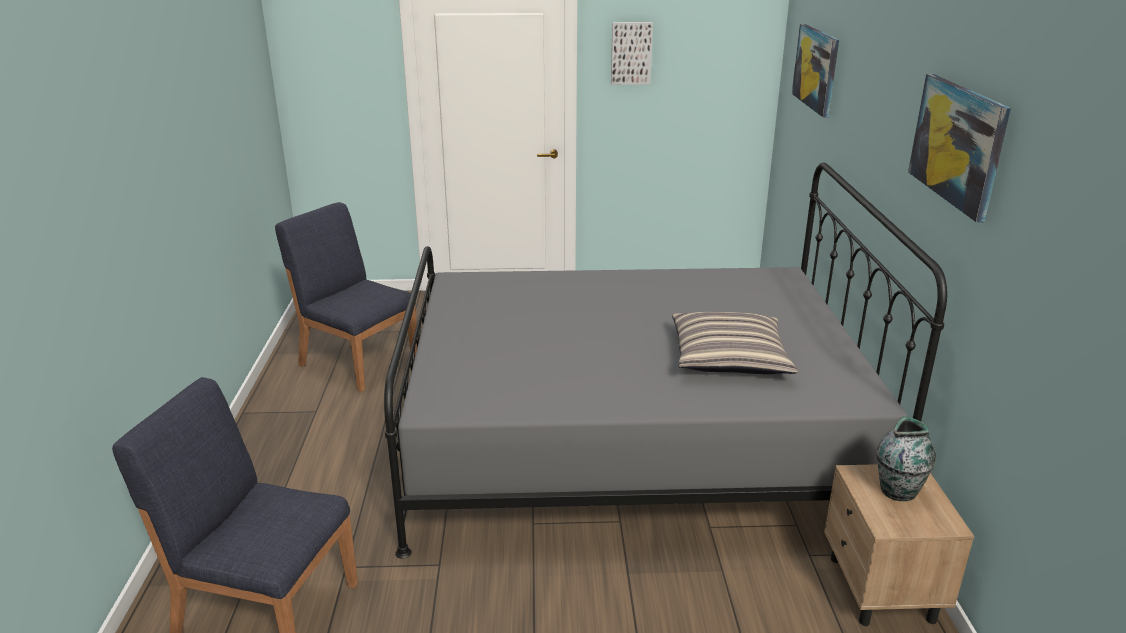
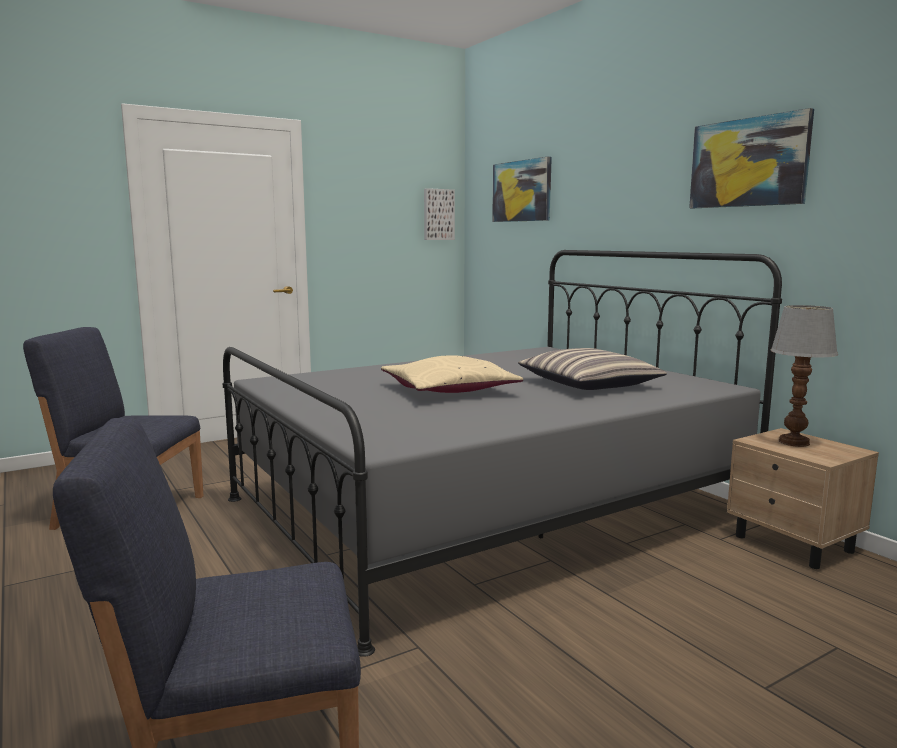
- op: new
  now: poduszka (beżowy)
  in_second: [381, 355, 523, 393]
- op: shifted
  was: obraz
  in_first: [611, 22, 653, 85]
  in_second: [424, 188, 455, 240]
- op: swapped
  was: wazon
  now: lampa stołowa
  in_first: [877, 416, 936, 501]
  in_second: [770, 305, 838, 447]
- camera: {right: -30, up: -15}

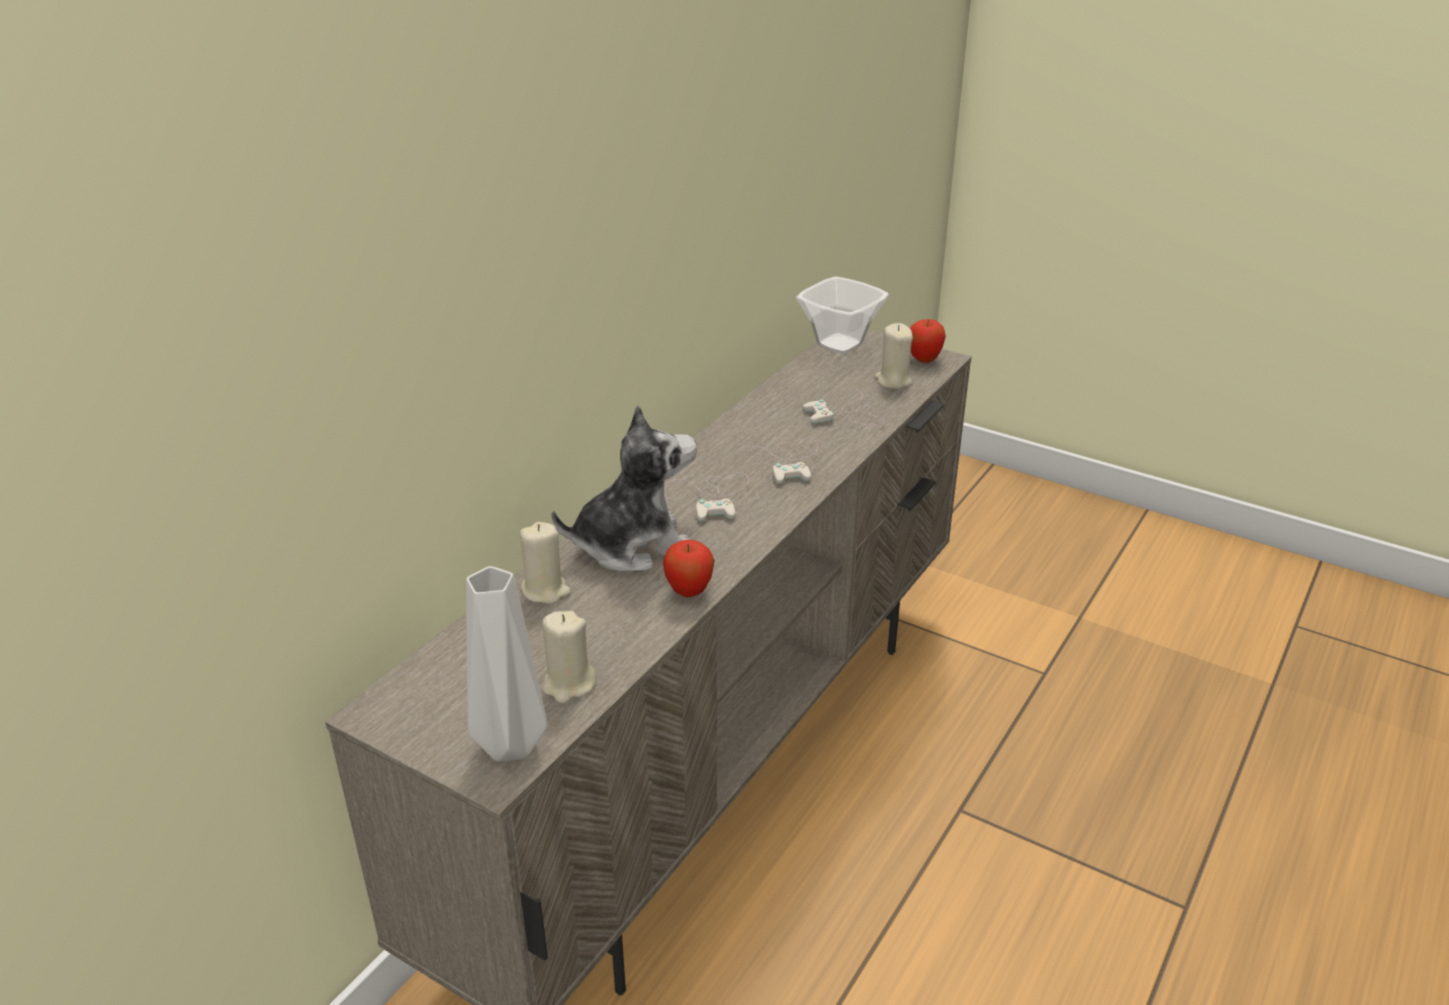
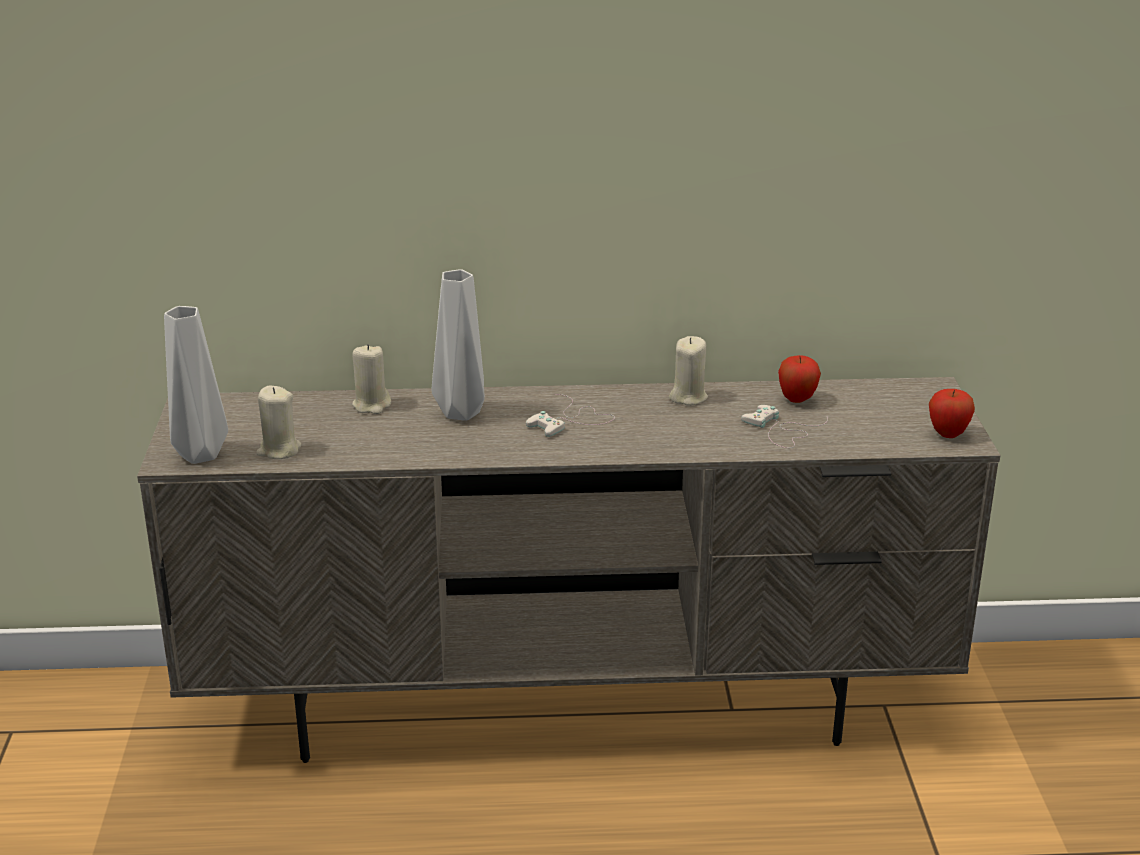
- op: gone
  was: pad do gier (biały)
  in_first: [738, 438, 818, 484]
- op: gone
  was: miska
  in_first: [796, 277, 889, 354]
- op: shifted
  was: jabłko
  in_first: [663, 540, 715, 597]
  in_second: [778, 355, 821, 403]
- op: shifted
  was: świeca (beżowy)
  in_first: [875, 323, 913, 389]
  in_second: [669, 336, 708, 406]
- op: swapped
  was: pluszak
  now: wazon (szary)
  in_first: [551, 405, 697, 572]
  in_second: [432, 269, 485, 421]
- camera: {right: 55, up: -5}

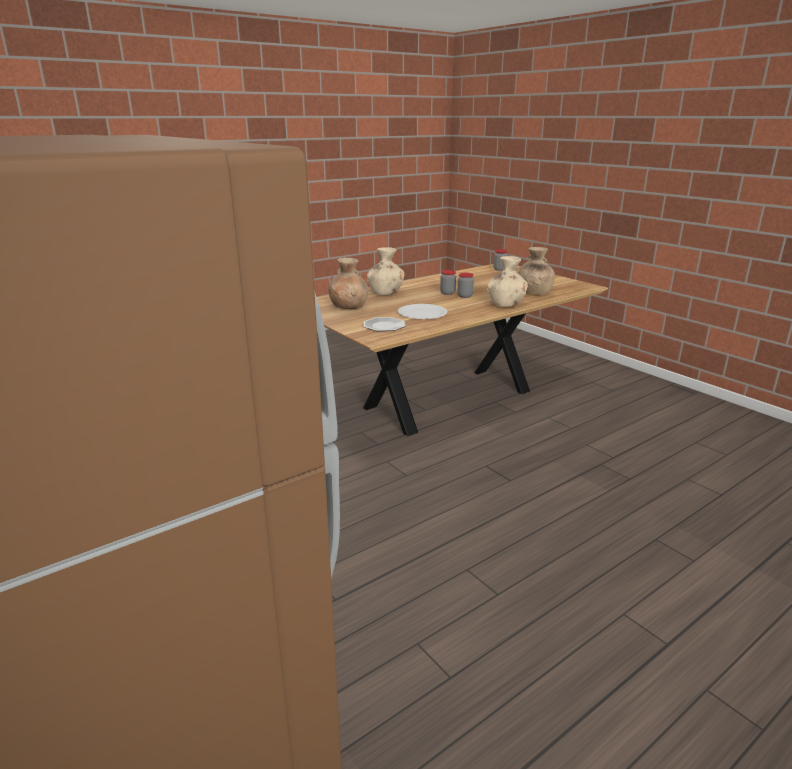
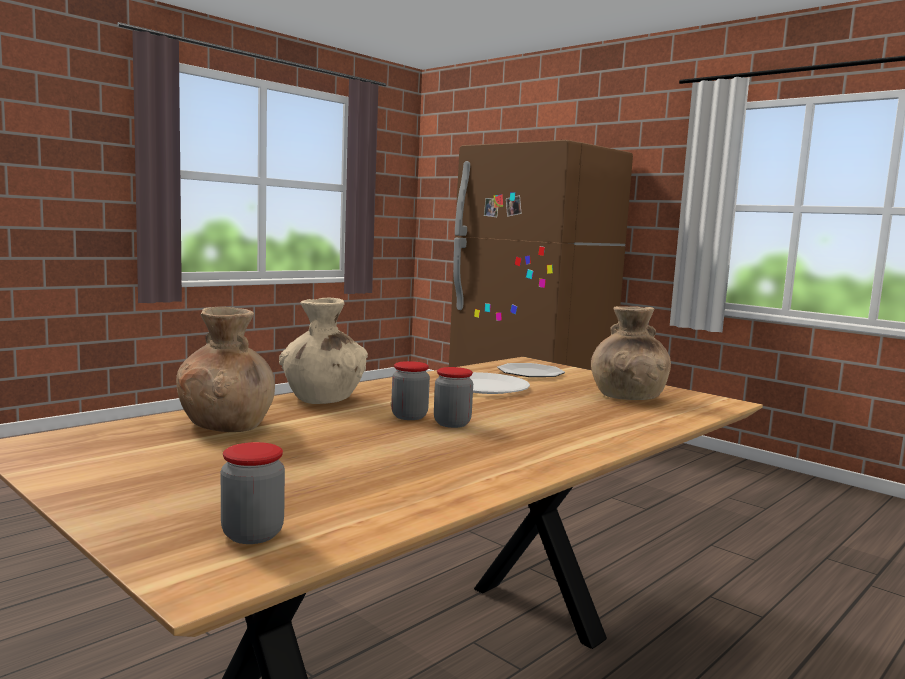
- op: gone
  was: wazon (beżowy)
  in_first: [367, 247, 405, 295]
- camera: {right: 170, up: -15}

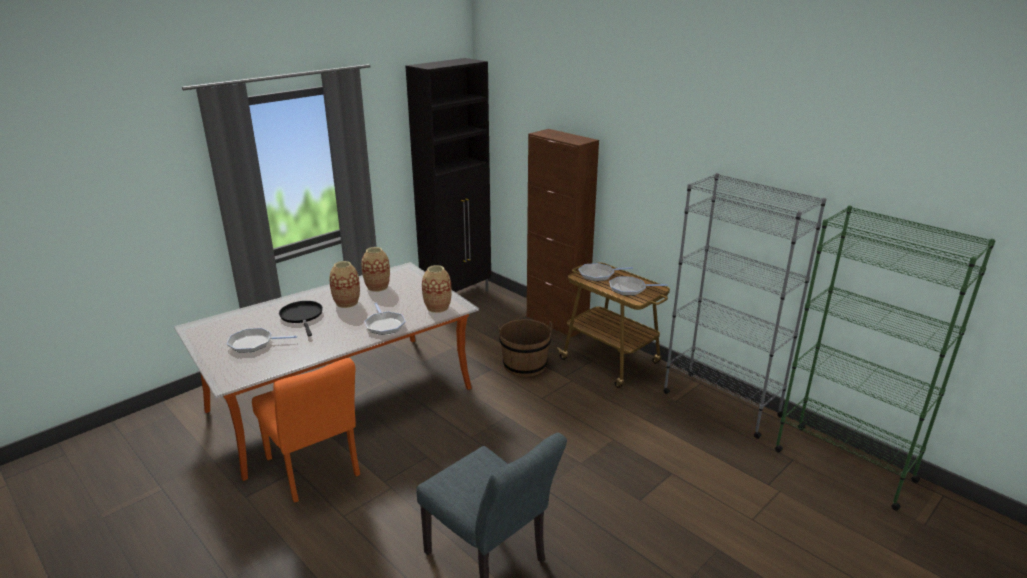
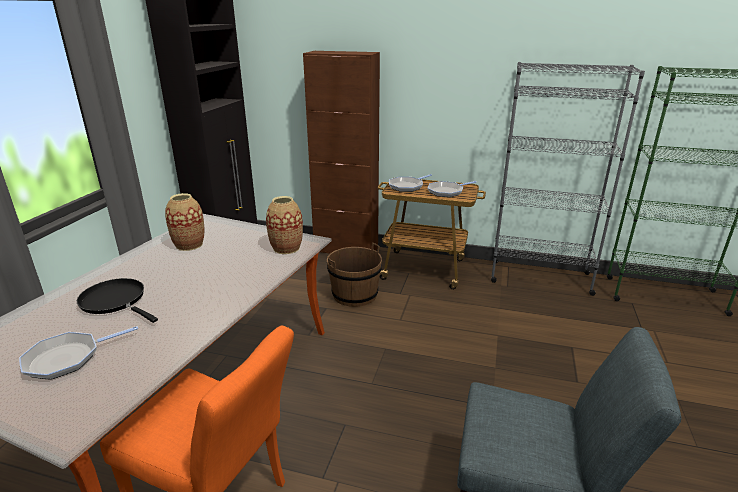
- op: gone
  was: wazon
  in_first: [329, 261, 360, 308]
- op: gone
  was: patelnia
  in_first: [364, 303, 406, 335]
- camera: {right: -30, up: 0}

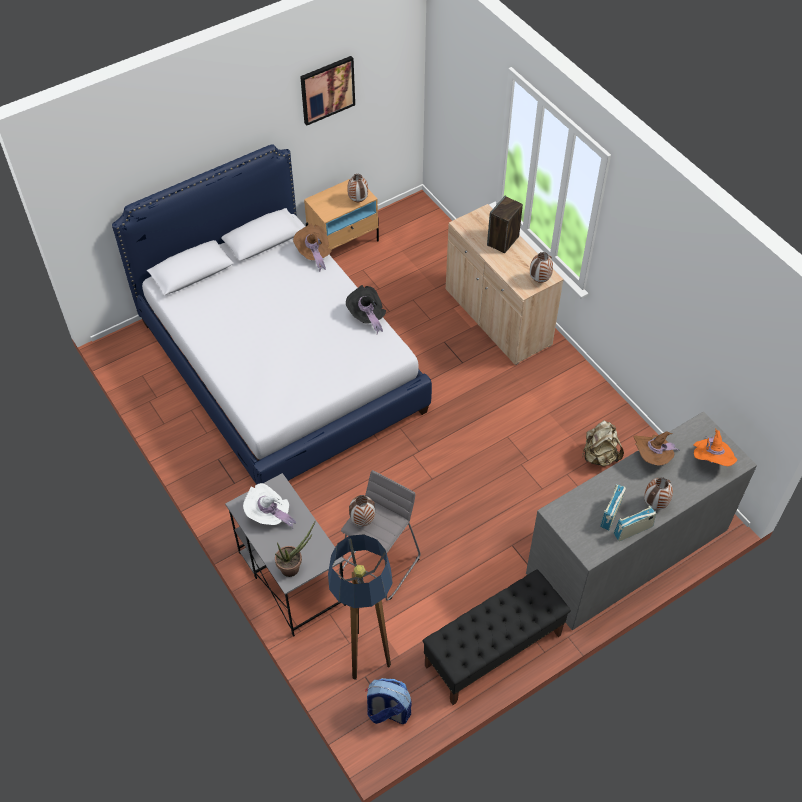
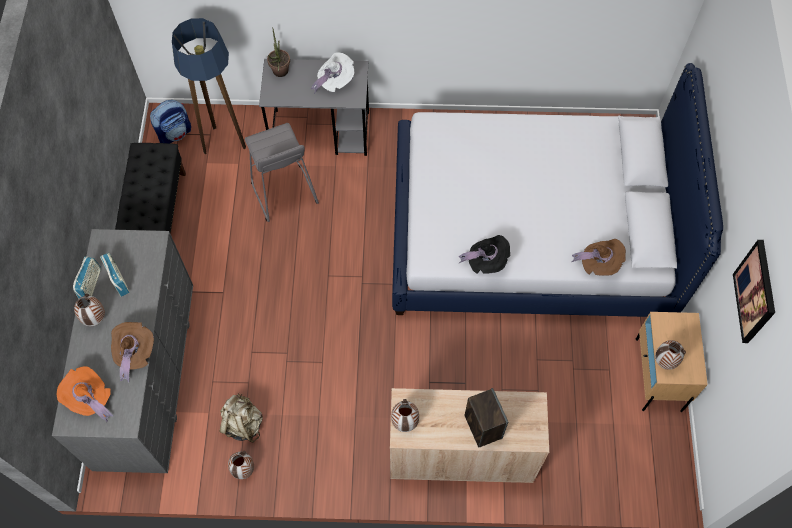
- op: shifted
  was: wazon
  in_first: [349, 495, 375, 526]
  in_second: [228, 451, 254, 479]
- camera: {right: 125, up: 10}

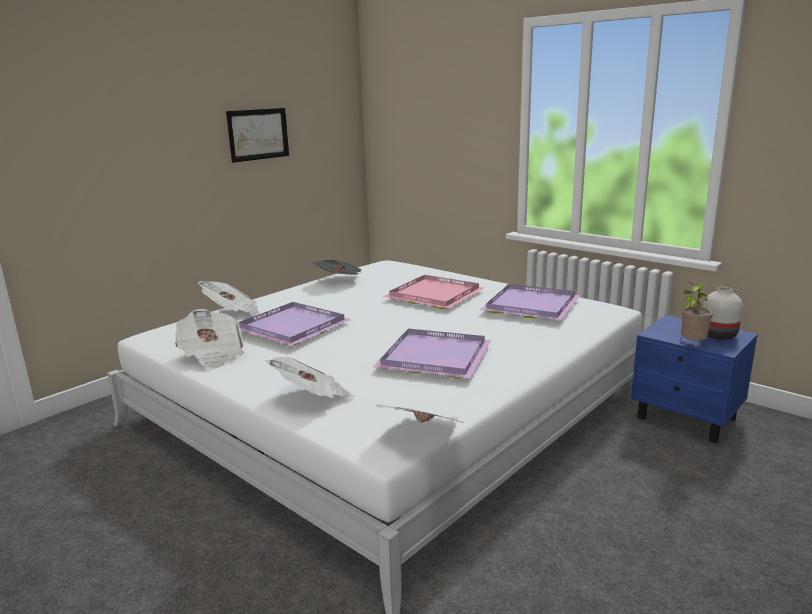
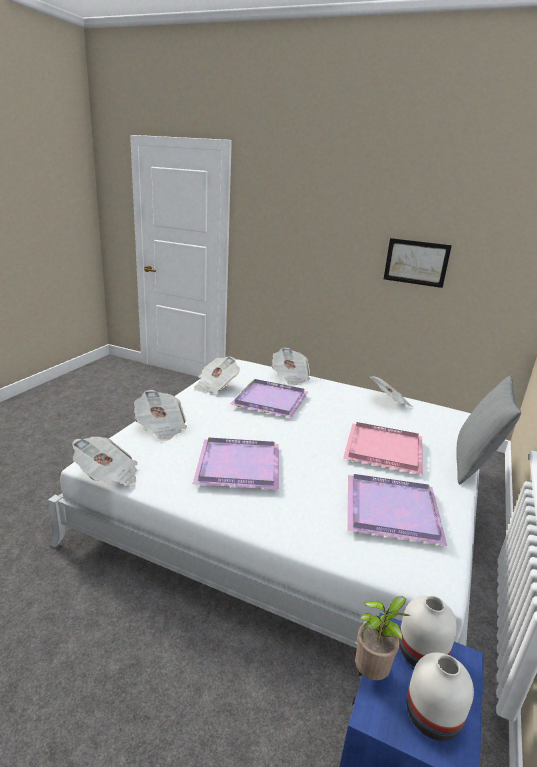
- op: new
  now: wazon (biały)
  in_second: [399, 596, 457, 667]
- op: new
  now: poduszka (szary)
  in_second: [456, 376, 521, 484]
- camera: {right: 70, up: 5}

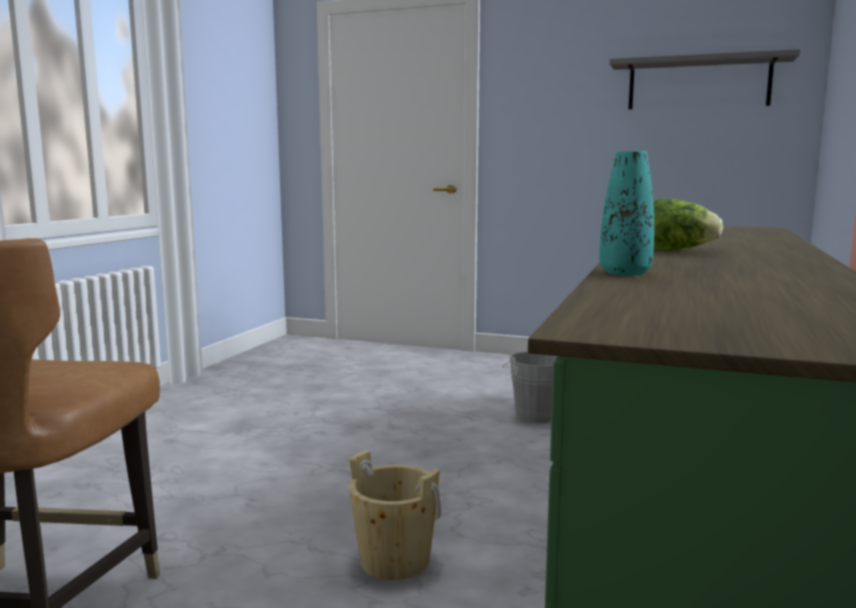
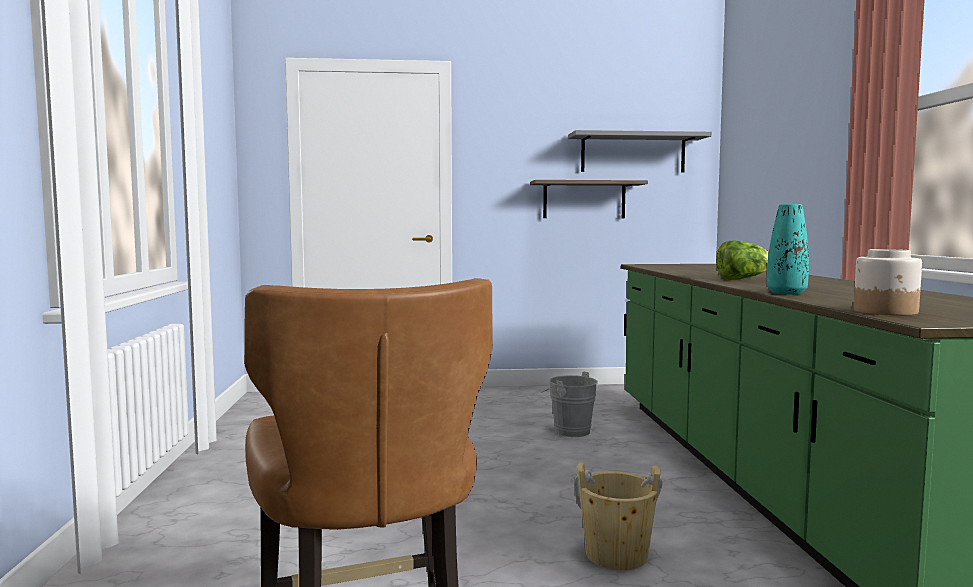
- op: new
  now: półka
  in_second: [530, 180, 648, 218]
- op: new
  now: słoik
  in_second: [854, 249, 922, 315]
- camera: {right: -25, up: -5}

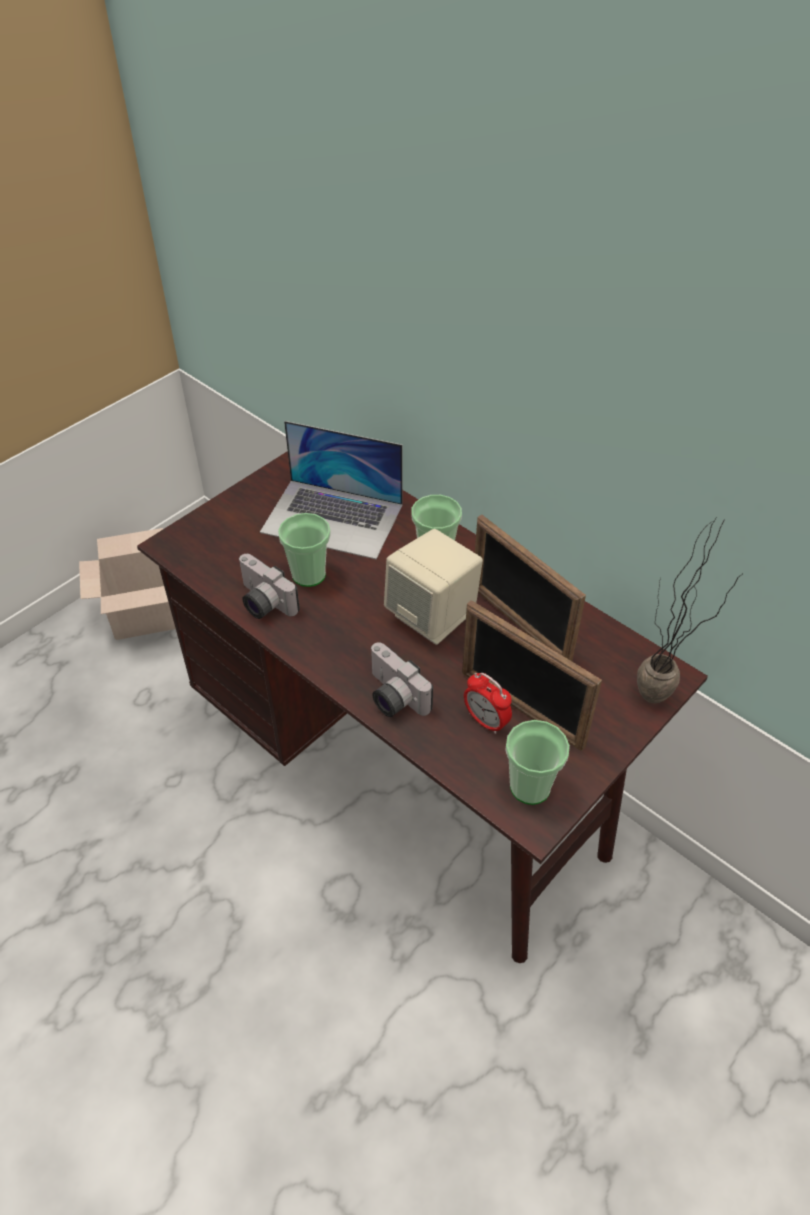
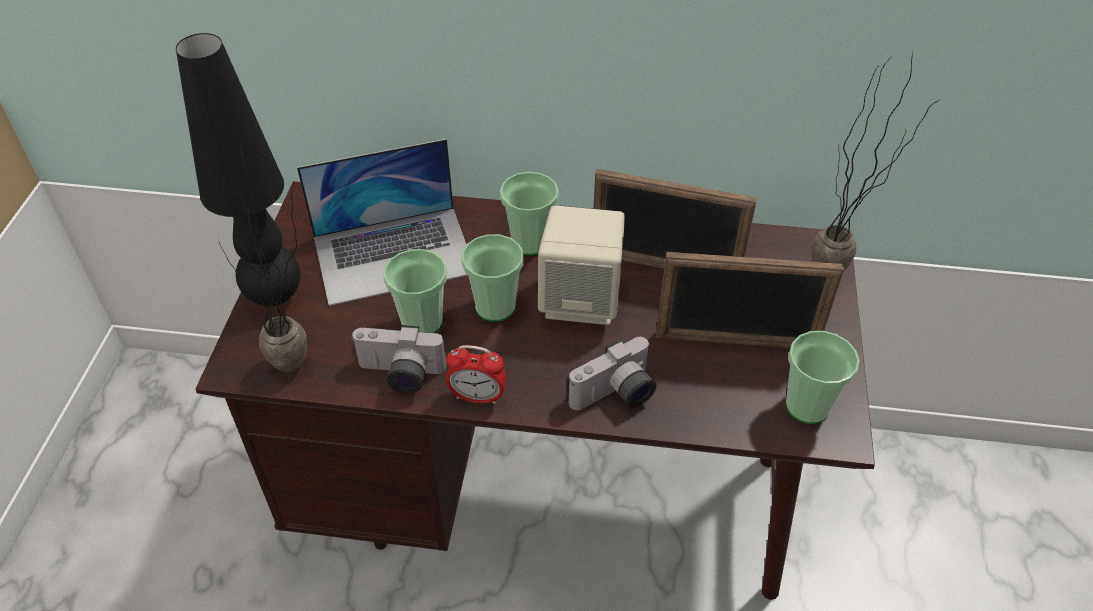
- op: gone
  was: karton
  in_first: [79, 528, 176, 640]
- op: new
  now: lampa stołowa (czarny)
  in_second: [176, 33, 301, 307]
- op: new
  now: roślina doniczkowa
  in_second: [218, 145, 307, 372]
- op: new
  now: filiżanka
  in_second: [461, 234, 523, 322]
- op: shifted
  was: budzik
  in_first: [464, 673, 512, 734]
  in_second: [445, 345, 506, 404]
- op: rotated
  was: aparat fotograficzny
  in_first: [370, 642, 433, 717]
  in_second: [567, 337, 656, 410]
  clockwise: -45
- camera: {right: -35, up: 0}

